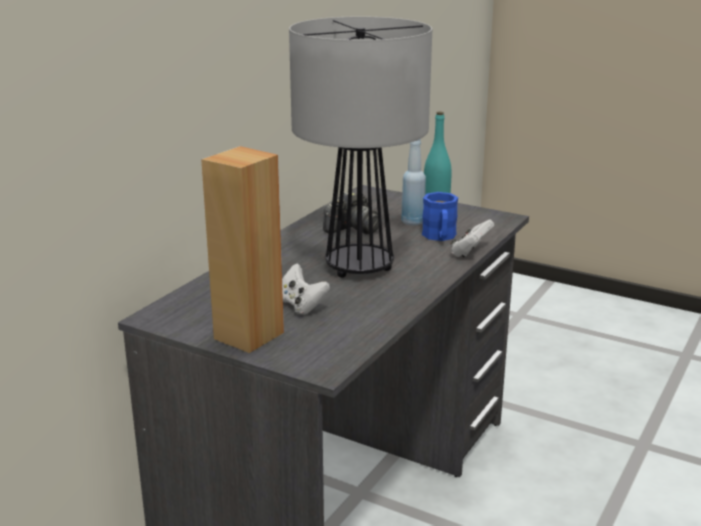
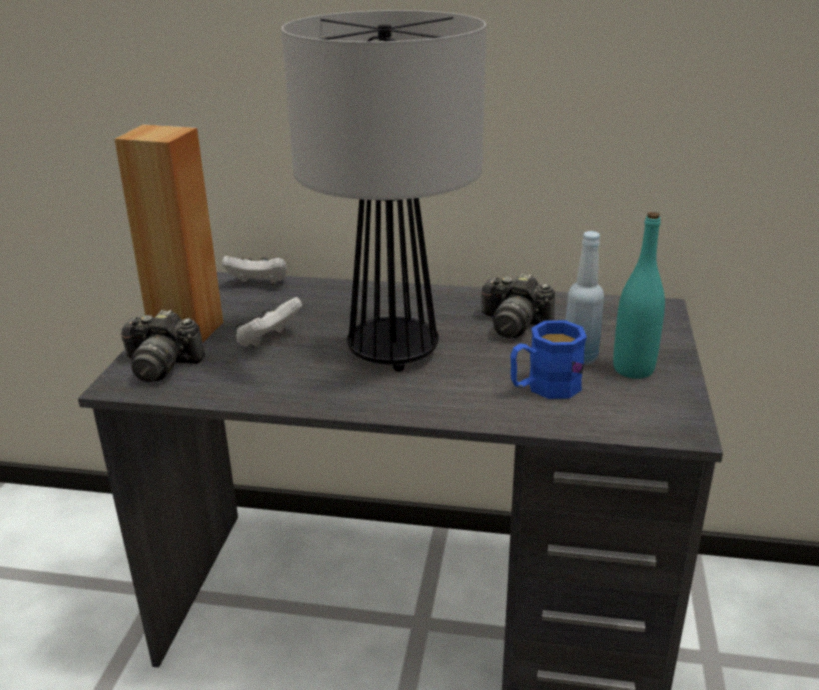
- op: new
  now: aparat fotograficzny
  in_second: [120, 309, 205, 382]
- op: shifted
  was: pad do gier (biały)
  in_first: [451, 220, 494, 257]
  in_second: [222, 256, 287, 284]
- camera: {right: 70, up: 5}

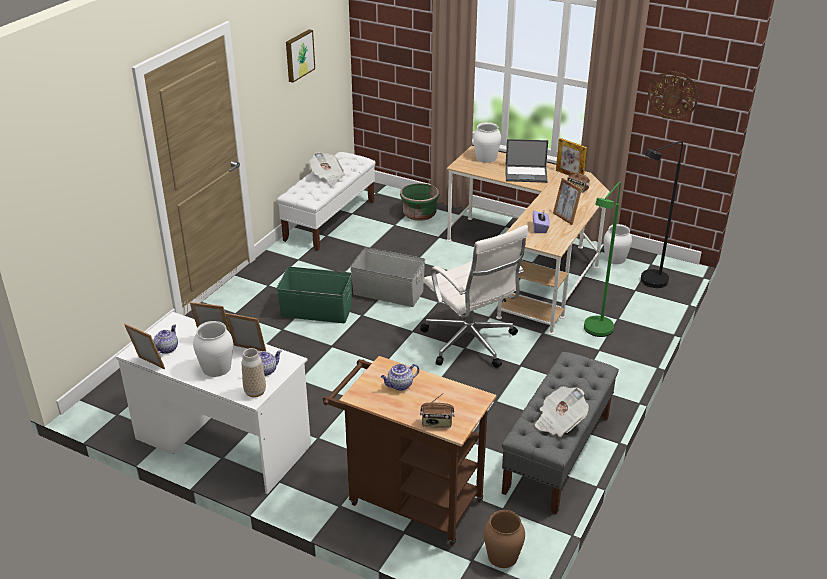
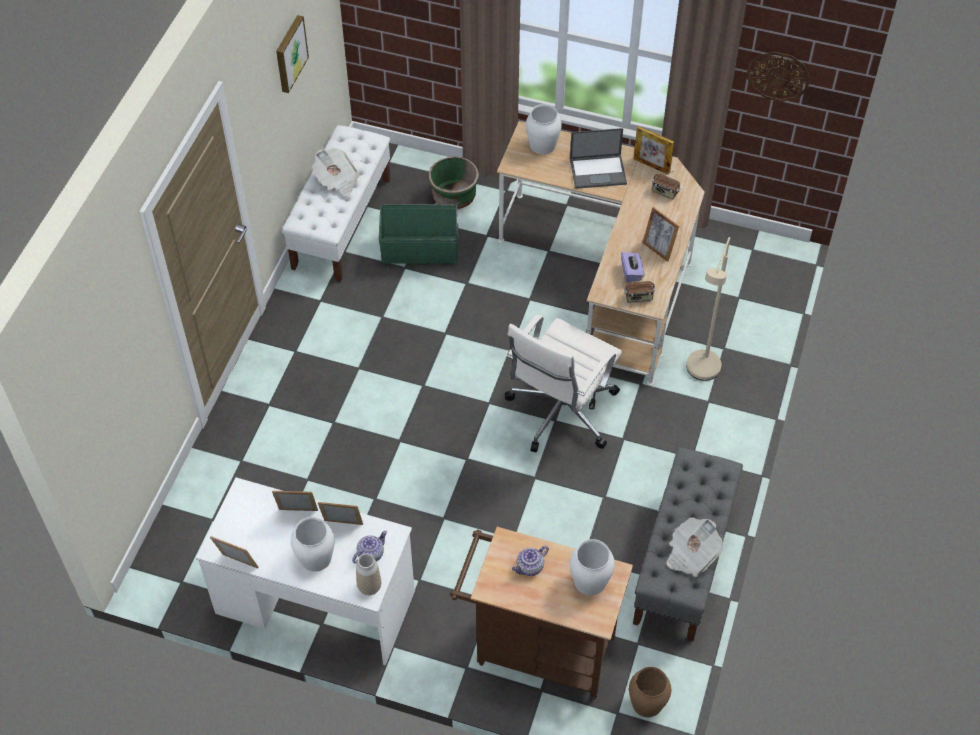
- op: gone
  was: imbryk
  in_first: [154, 325, 178, 354]
- op: gone
  was: pojemnik do przechowywania (szary)
  in_first: [350, 247, 425, 307]
- op: gone
  was: lampa stojąca (czarny)
  in_first: [641, 141, 683, 288]
- op: shifted
  was: pojemnik do przechowywania (zielony)
  in_first: [276, 267, 352, 323]
  in_second: [379, 204, 458, 263]
- op: shifted
  was: radio
  in_first: [420, 393, 455, 428]
  in_second: [624, 274, 655, 303]
- op: shifted
  was: wazon (biały)
  in_first: [604, 224, 632, 264]
  in_second: [570, 539, 615, 595]
- op: repainted
  was: lampa stojąca (zielony)
  now: lampa stojąca (beżowy)
  in_first: [584, 182, 621, 337]
  in_second: [686, 237, 730, 381]
- op: rotated
  was: krzesło biurowe (biały)
  in_first: [420, 225, 528, 368]
  in_second: [505, 314, 622, 452]
  clockwise: 75
- camera: {right: -10, up: 20}

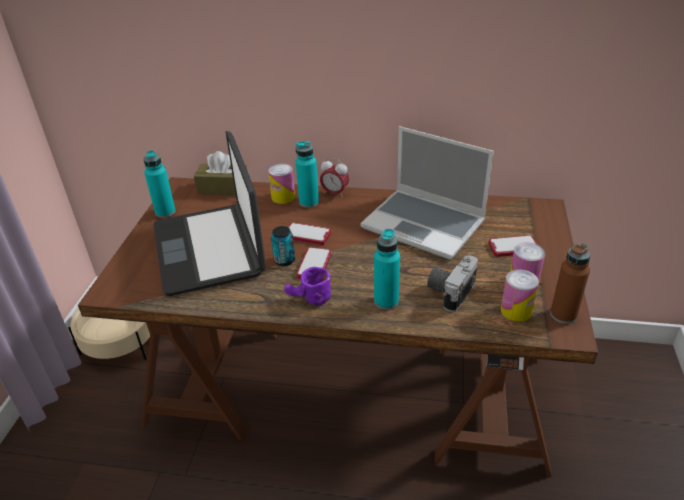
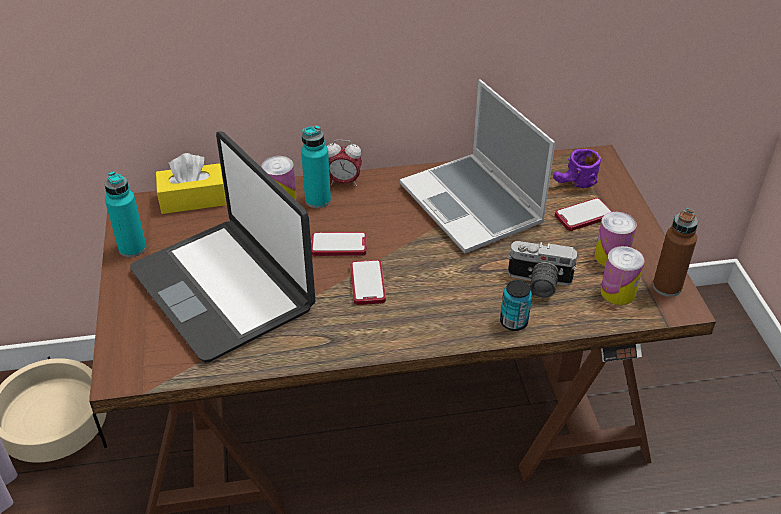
- op: gone
  was: butelka (turkusowy)
  in_first: [374, 229, 400, 310]
- op: shifted
  was: puszka
  in_first: [271, 226, 295, 266]
  in_second: [500, 280, 532, 331]
- op: shifted
  was: kubek (fioletowy)
  in_first: [284, 267, 331, 305]
  in_second: [553, 149, 601, 188]
- op: repainted
  was: pudełko chusteczek (brązowy)
  now: pudełko chusteczek (żółty)
  in_first: [194, 151, 247, 195]
  in_second: [156, 153, 226, 214]
- op: rotated
  was: laptop
  in_first: [361, 126, 494, 260]
  in_second: [400, 79, 555, 253]
  clockwise: 45
- op: rotated
  was: aparat fotograficzny
  in_first: [427, 256, 478, 312]
  in_second: [507, 241, 577, 298]
  clockwise: -90
- camera: {right: -20, up: 5}

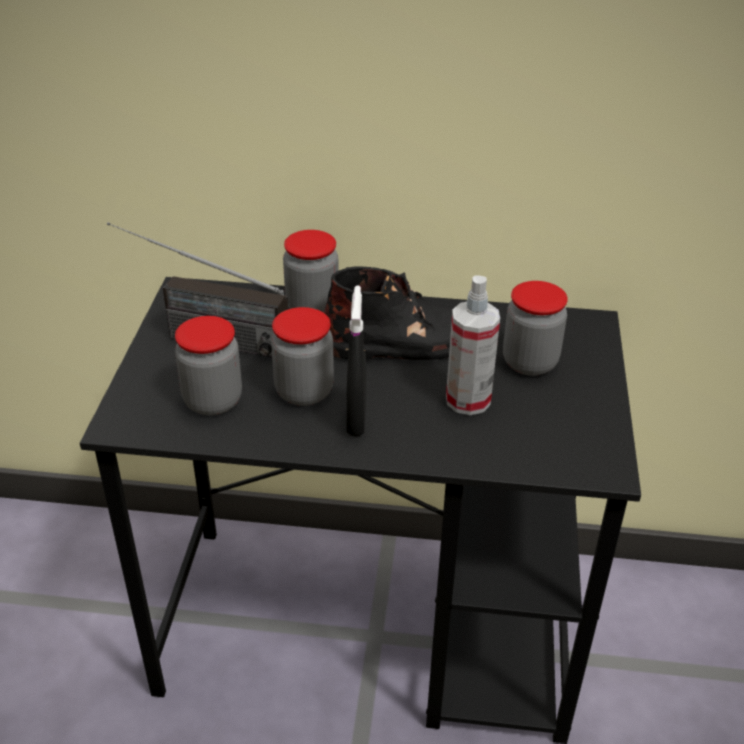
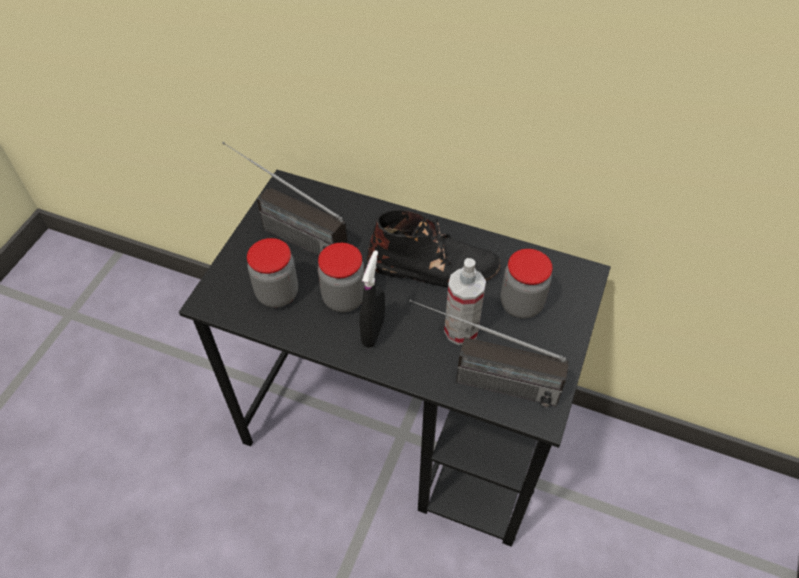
- op: gone
  was: słoik
  in_first: [283, 230, 339, 313]
- op: new
  now: radio
  in_second: [409, 299, 569, 407]
- camera: {right: 15, up: 15}

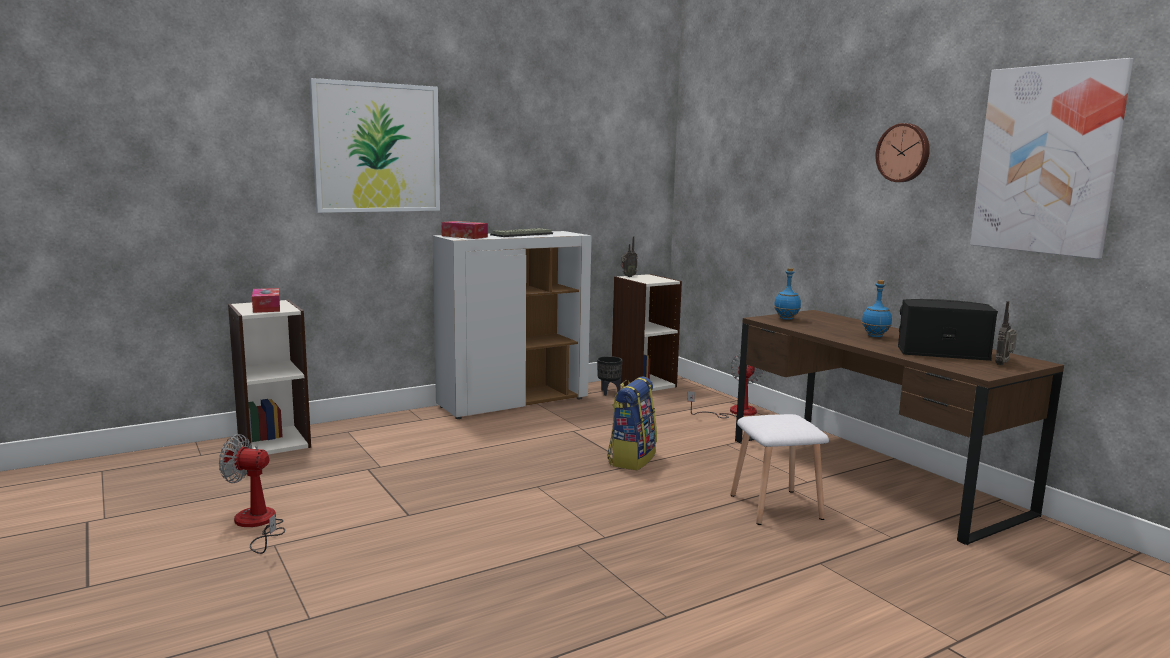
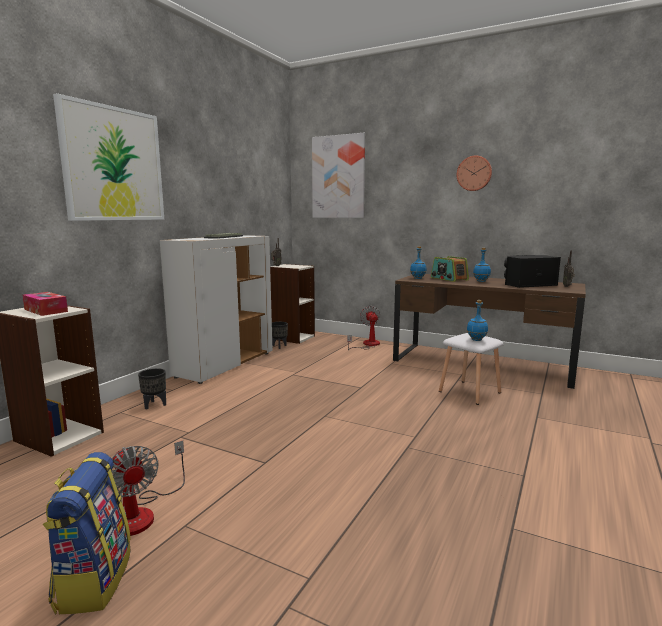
- op: gone
  was: pudełko chusteczek
  in_first: [441, 221, 488, 239]
- op: new
  now: donica (czarny)
  in_second: [138, 368, 166, 409]
- op: new
  now: radio
  in_second: [431, 256, 469, 282]
- op: new
  now: butelka (niebieski)
  in_second: [467, 300, 488, 341]
- op: shifted
  was: plecak
  in_first: [607, 377, 657, 470]
  in_second: [43, 452, 131, 614]
- op: shifted
  was: obraz
  in_first: [970, 58, 1133, 259]
  in_second: [312, 133, 365, 218]
- op: rotated
  was: wentylator
  in_first: [219, 434, 285, 554]
  in_second: [111, 441, 185, 536]
  clockwise: -105
- camera: {right: -30, up: 0}

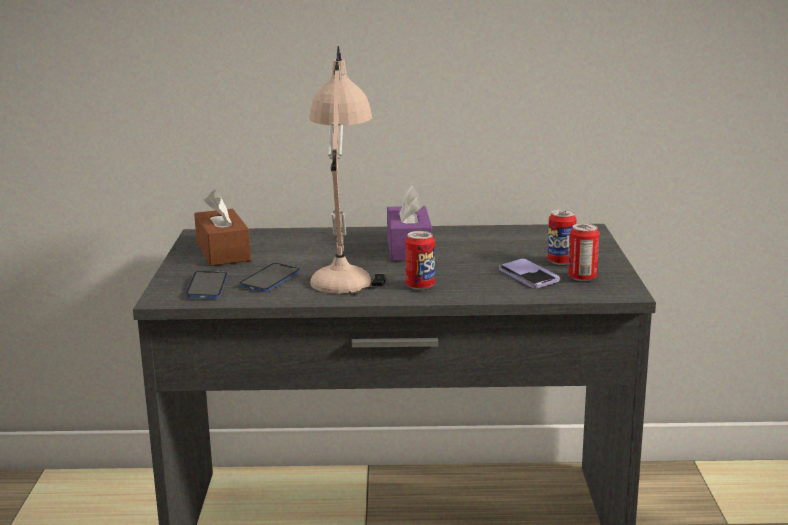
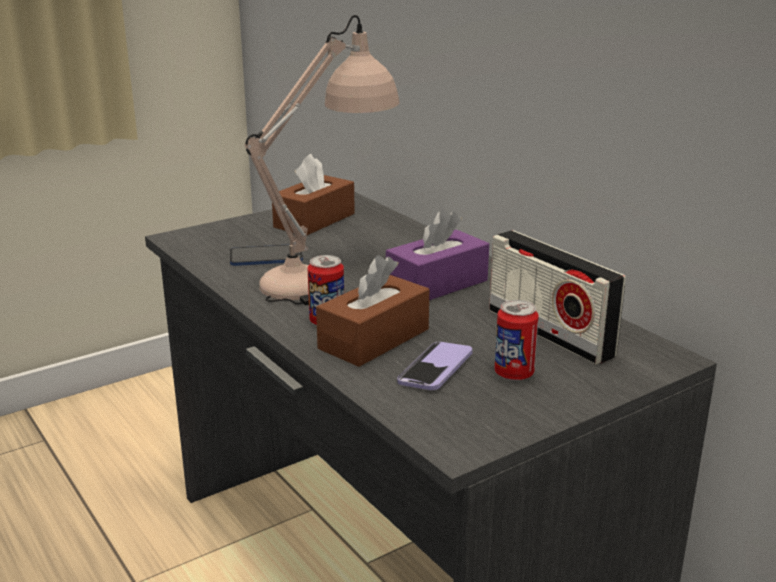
- op: gone
  was: telefon
  in_first: [186, 271, 227, 299]
- op: gone
  was: puszka
  in_first: [568, 223, 599, 281]
- op: new
  now: pudełko chusteczek (brązowy)
  in_second: [316, 255, 429, 367]
- op: new
  now: radio
  in_second: [489, 230, 626, 365]
- camera: {right: 55, up: 5}

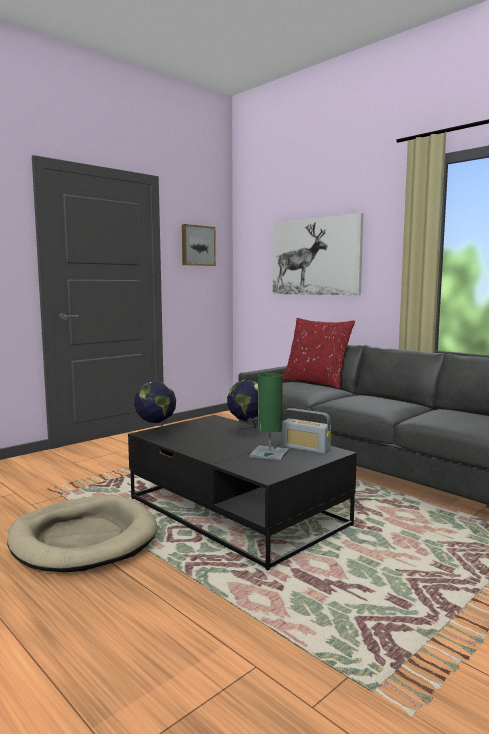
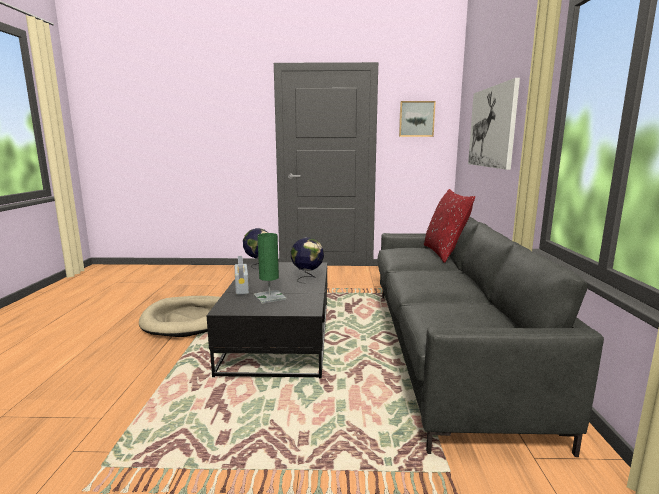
- op: shifted
  was: radio
  in_first: [281, 408, 331, 454]
  in_second: [235, 256, 249, 295]
- camera: {right: 45, up: 5}

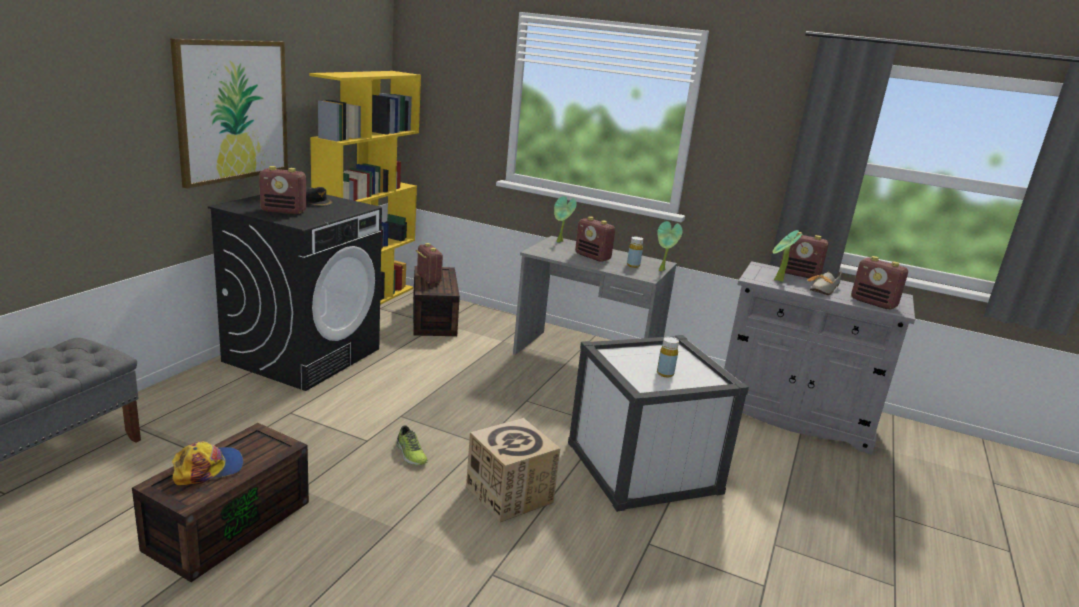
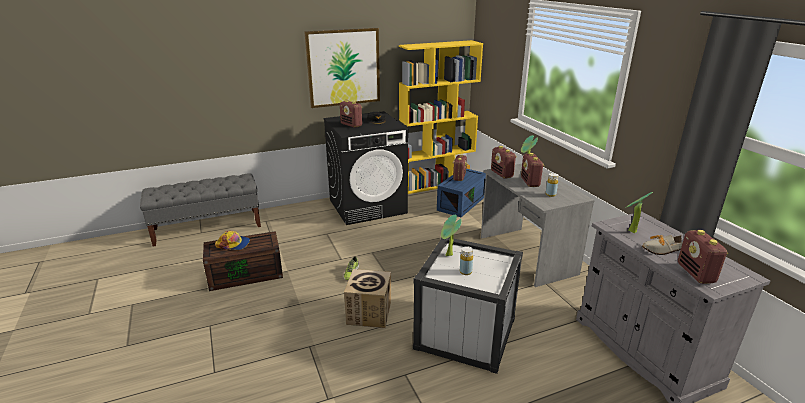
- op: shifted
  was: roślina doniczkowa
  in_first: [657, 221, 682, 271]
  in_second: [441, 215, 462, 256]
- op: shifted
  was: radio
  in_first: [780, 232, 829, 278]
  in_second: [491, 146, 517, 179]
- op: repainted
  was: pojemnik do przechowywania (brązowy)
  now: pojemnik do przechowywania (niebieski)
  in_first: [413, 266, 460, 336]
  in_second: [437, 169, 486, 217]
- camera: {right: 45, up: 5}

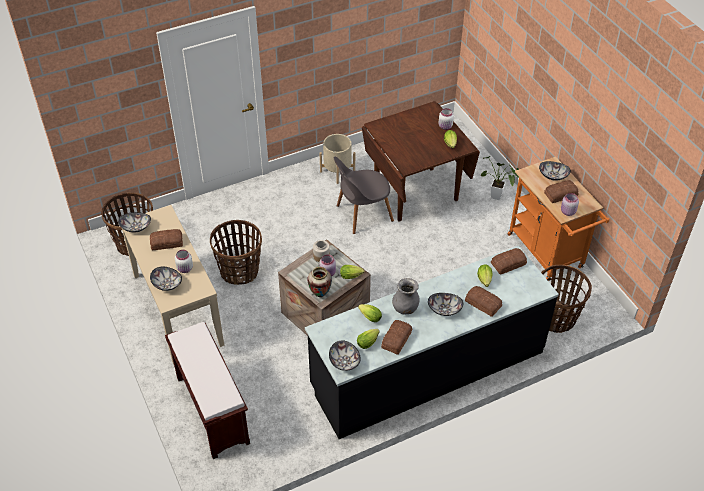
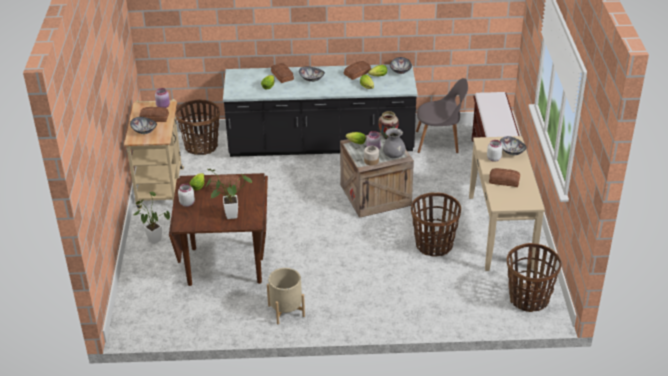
- op: gone
  was: miska
  in_first: [118, 212, 151, 233]
- op: new
  now: roślina doniczkowa
  in_second: [205, 169, 252, 219]
- op: shifted
  was: krzesło (szary)
  in_first: [334, 157, 394, 234]
  in_second: [416, 78, 468, 153]
- op: shifted
  was: wazon (szary)
  in_first: [392, 278, 419, 315]
  in_second: [383, 128, 406, 158]
- op: shifted
  was: chleb
  in_first: [491, 248, 527, 275]
  in_second: [209, 175, 240, 192]
- op: repainted
  was: wózek (pomarańczowy)
  now: wózek (beżowy)
  in_first: [508, 157, 609, 281]
  in_second: [124, 99, 184, 209]
- camera: {right: -155, up: -10}

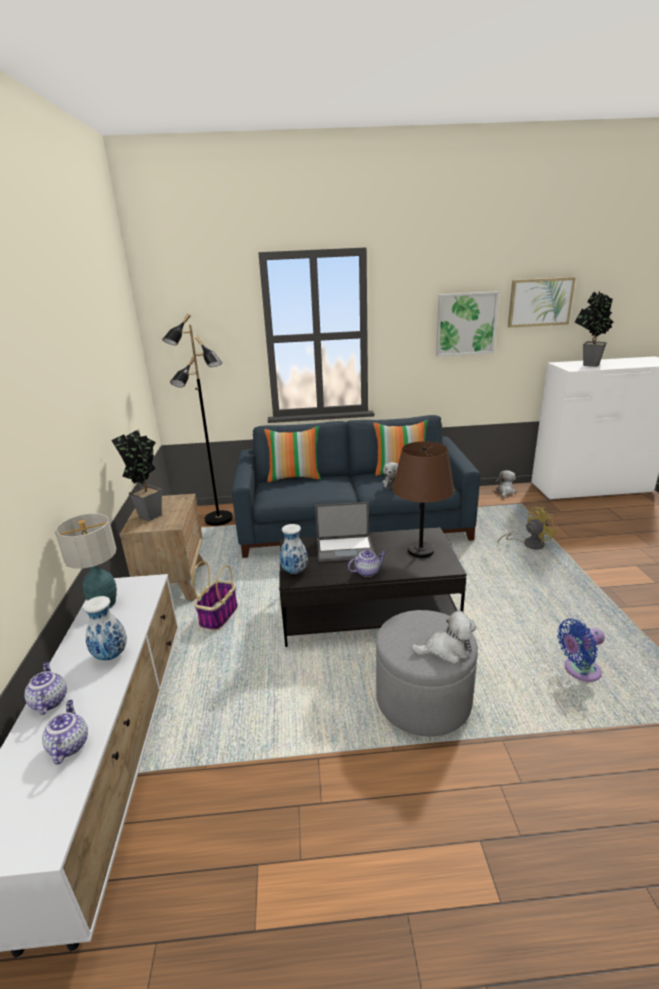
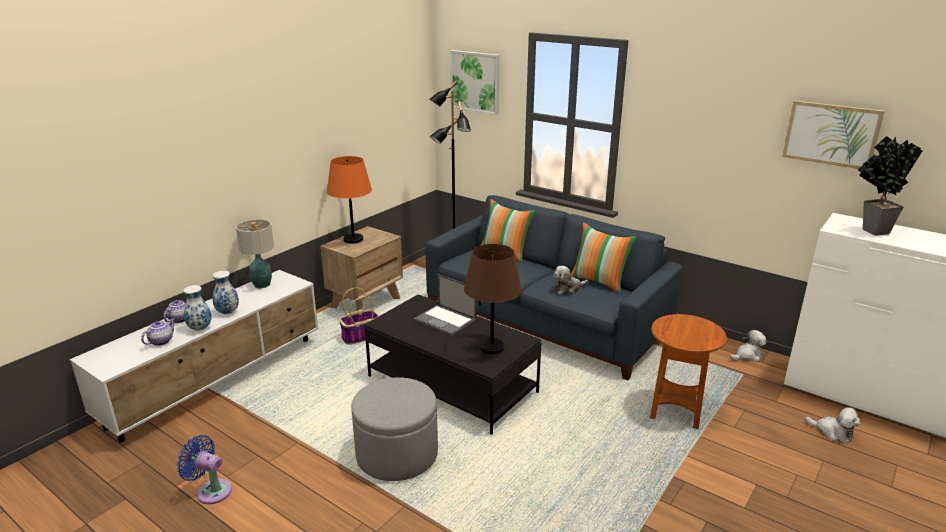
- op: gone
  was: imbryk
  in_first: [348, 550, 386, 577]
- op: shifted
  was: wazon
  in_first: [279, 524, 308, 574]
  in_second: [183, 285, 212, 331]
- op: shifted
  was: pluszak
  in_first: [411, 611, 476, 664]
  in_second: [805, 407, 861, 442]
- op: shifted
  was: obraz
  in_first: [436, 291, 499, 357]
  in_second: [450, 50, 500, 115]
- op: shifted
  was: wentylator (niebieski)
  in_first: [557, 619, 605, 682]
  in_second: [177, 435, 232, 504]
- op: swapped
  was: roślina doniczkowa
  now: lampa stołowa (pomarańczowy)
  in_first: [111, 429, 162, 521]
  in_second: [327, 156, 372, 244]
- op: swapped
  was: wentylator (żółty)
  now: stolik (brązowy)
  in_first: [497, 507, 556, 550]
  in_second: [650, 314, 727, 429]
- camera: {right: 40, up: 0}

